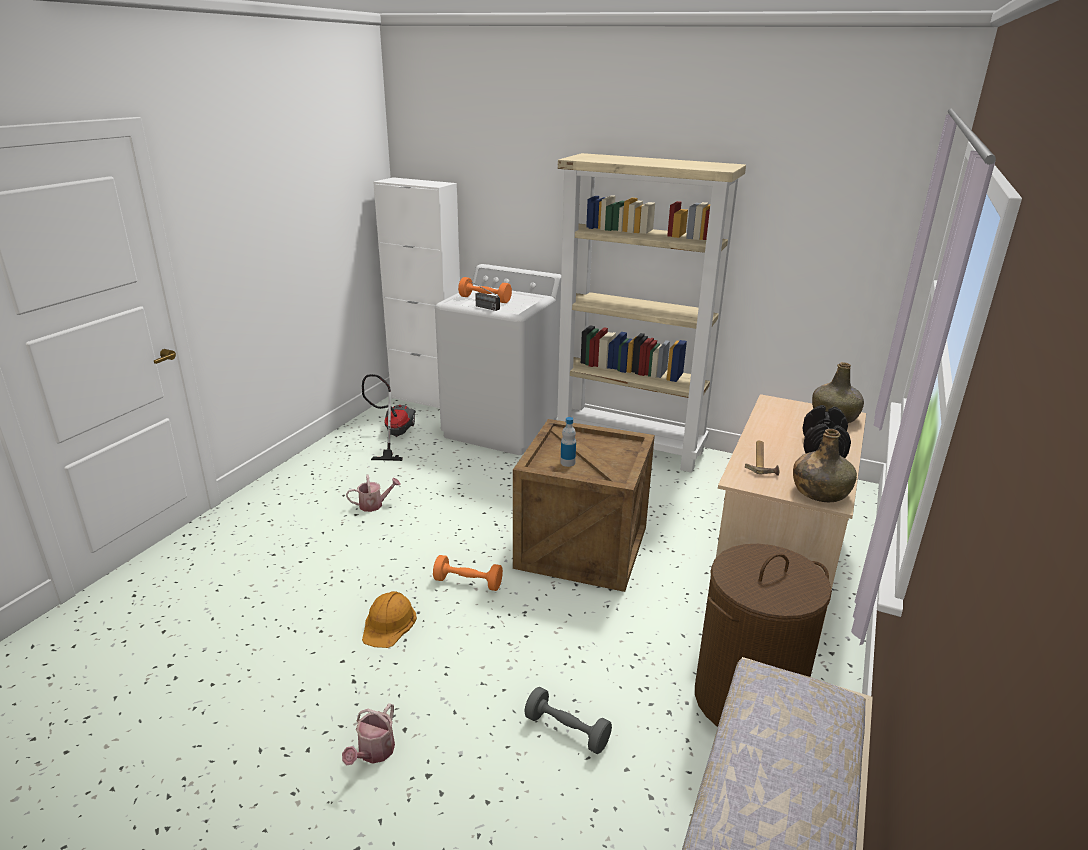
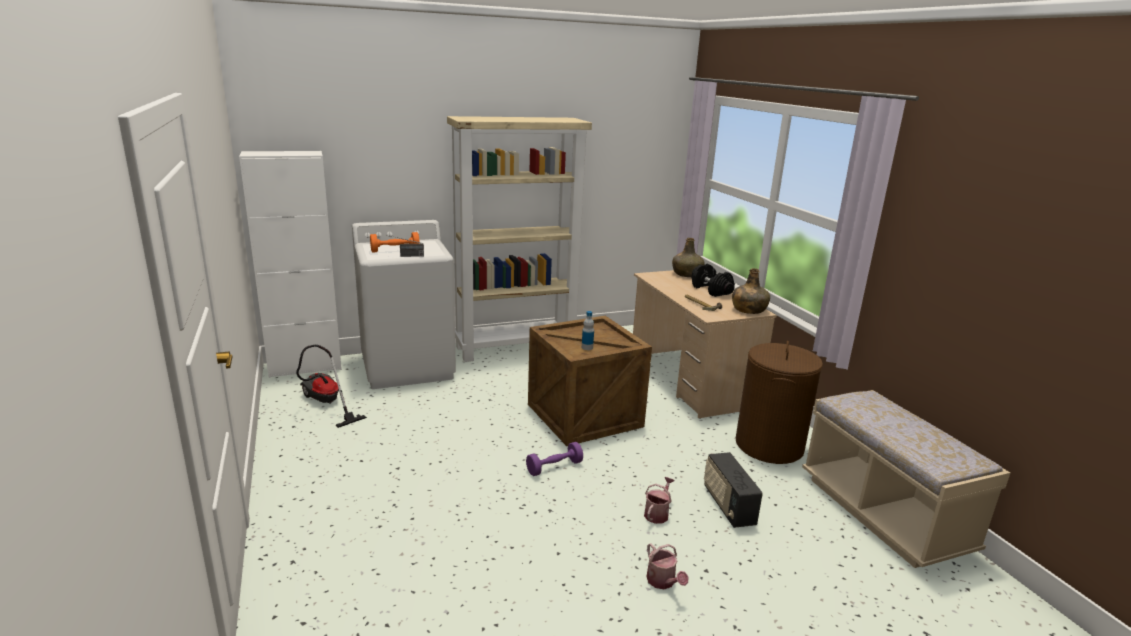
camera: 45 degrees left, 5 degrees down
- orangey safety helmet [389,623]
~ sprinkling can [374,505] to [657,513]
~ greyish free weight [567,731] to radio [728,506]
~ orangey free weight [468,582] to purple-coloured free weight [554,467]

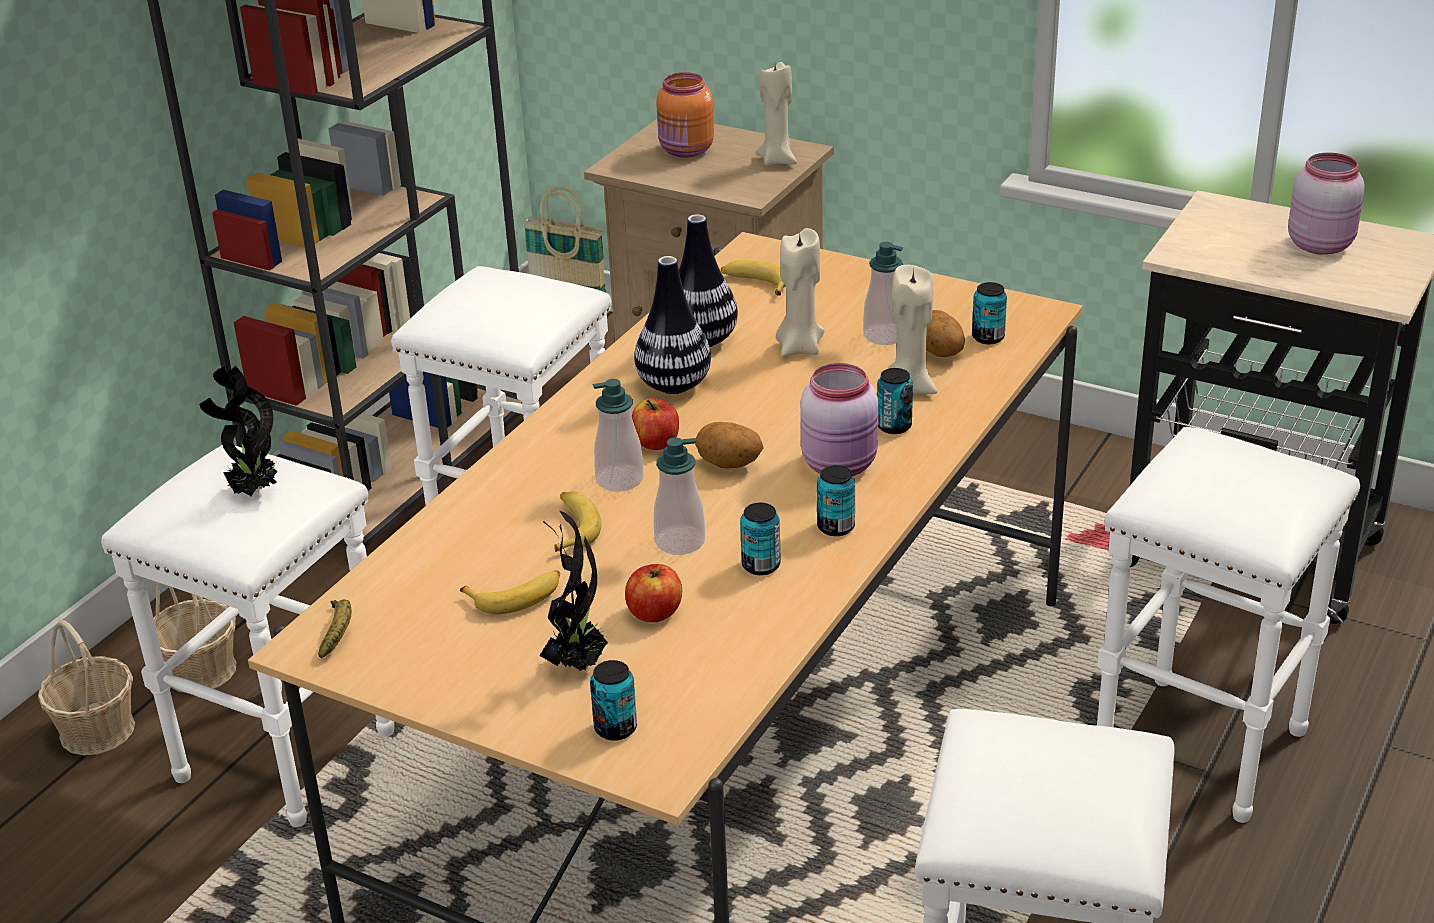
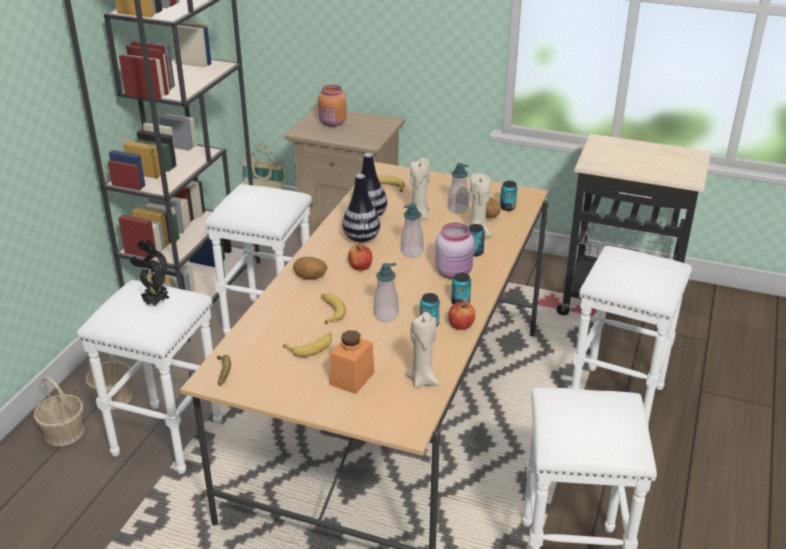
camera: 10 degrees left, 0 degrees up
- sealed can [615,728]
- pinkish storage jar [1320,244]
~ soap bottle [619,480] to [412,252]
~ apple [654,613] to [461,325]
~ potato [729,465] to [310,278]
~ sand-coloured wax candle [777,160] to [422,380]
~ houseplant [579,663] to orangey storage jar [352,378]

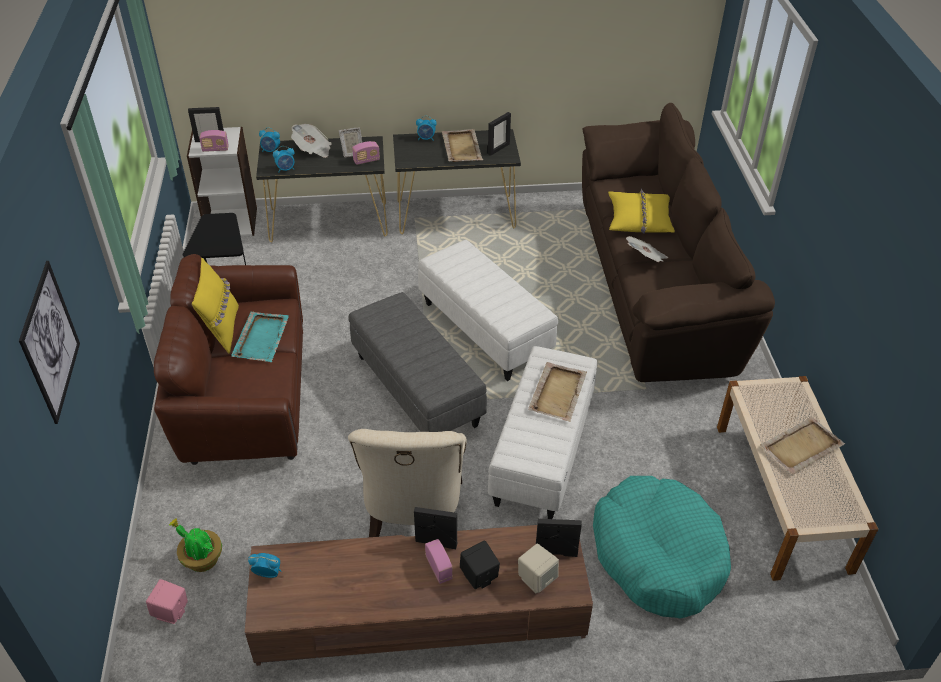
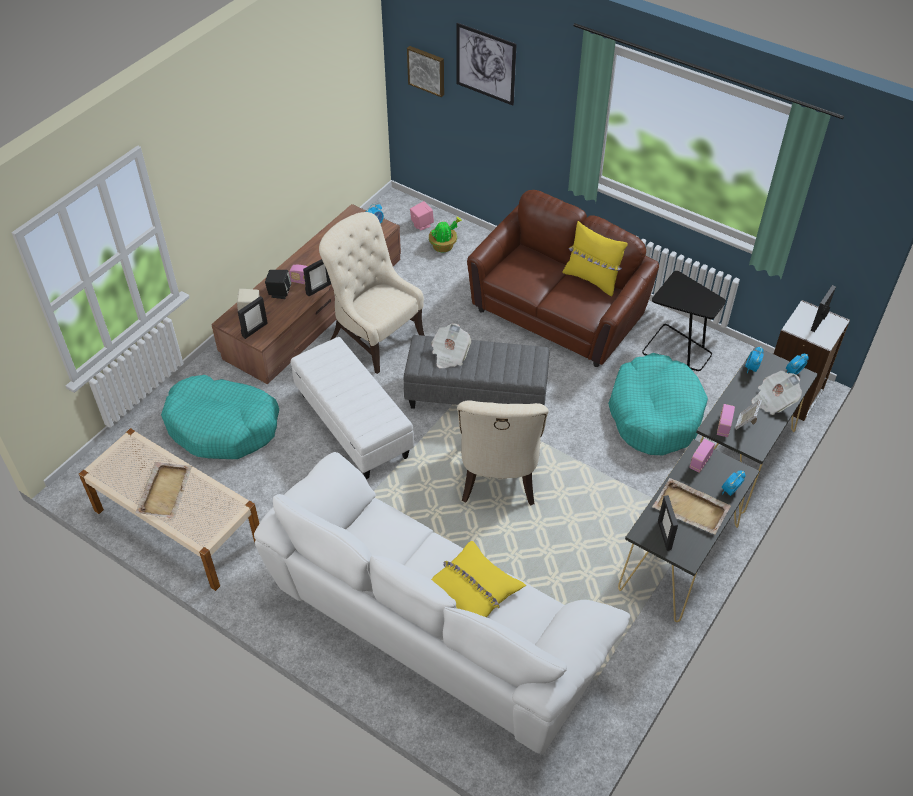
camera: 130 degrees right, 5 degrees up
- turquoise serving tray [261,338]
- sand-coloured serving tray [558,392]
+ picture [427,70]
+ turquoise dog bed [654,414]
~ radio [215,149] to [700,461]
~ printed paper [646,259] to [450,354]
~ white footrest [485,331] to sand-coloured easy chair [499,474]
~ brown settee [653,288] to white settee [436,632]

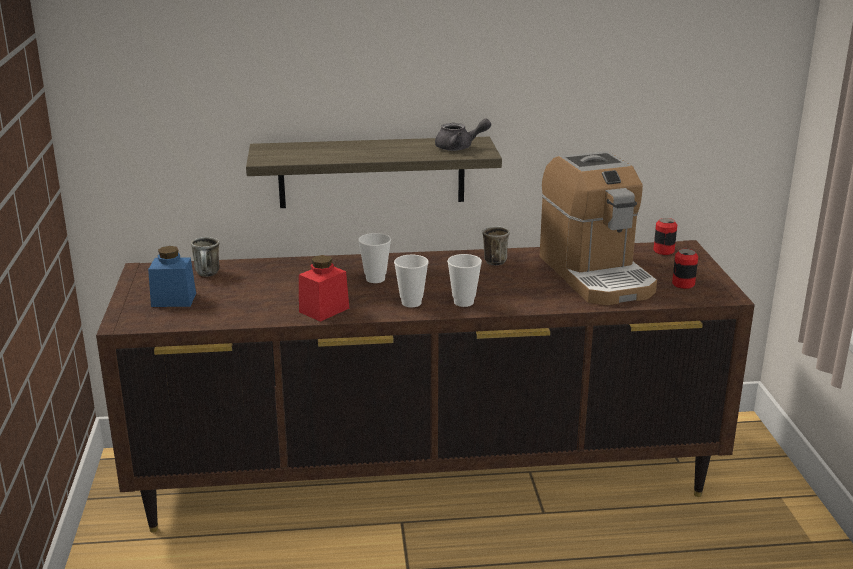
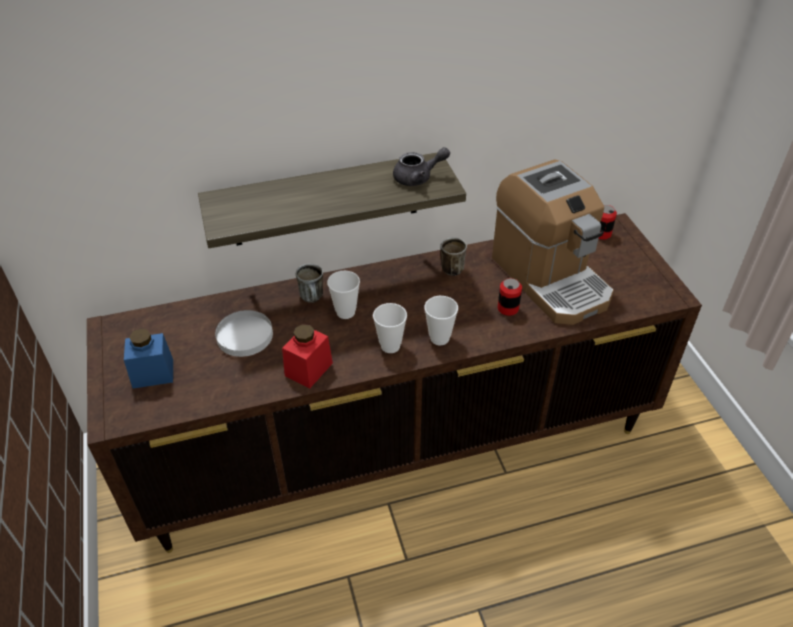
camera: 10 degrees left, 20 degrees up
+ white flat dish [245,336]
~ tea mug [208,274] to [313,299]
~ sealed can [683,284] to [508,308]

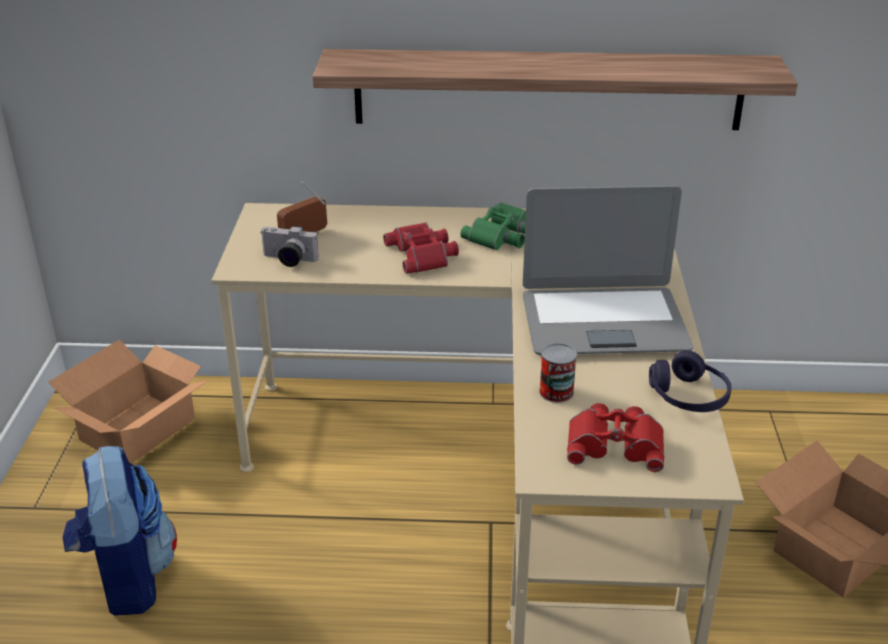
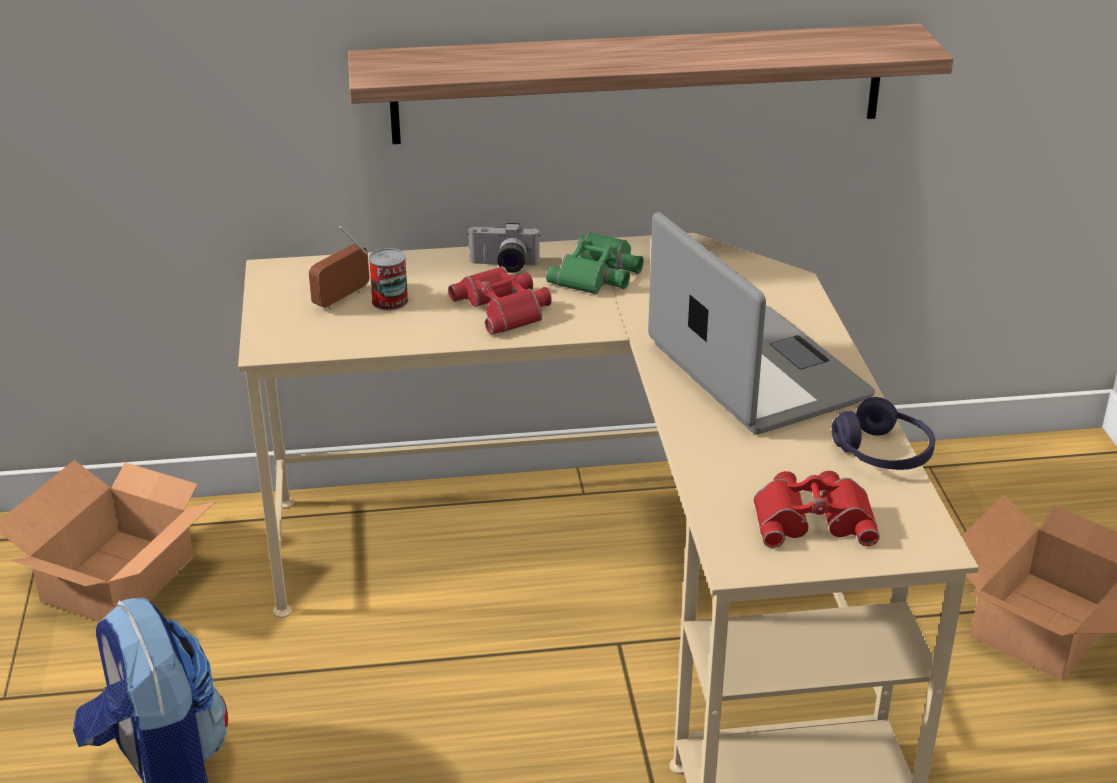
camera: 10 degrees left, 0 degrees up
~ photo camera [288,260] to [503,266]
~ sealed can [556,392] to [390,301]
~ laptop [603,322] = [755,373] 105 degrees counterclockwise

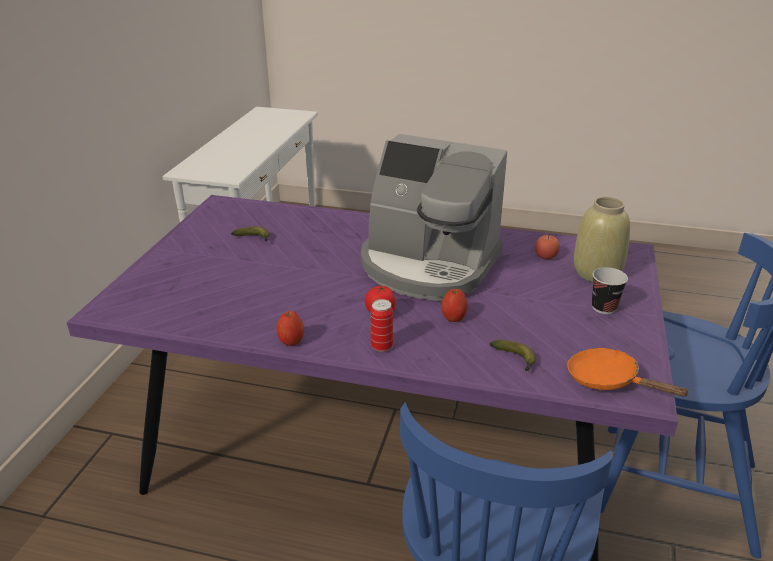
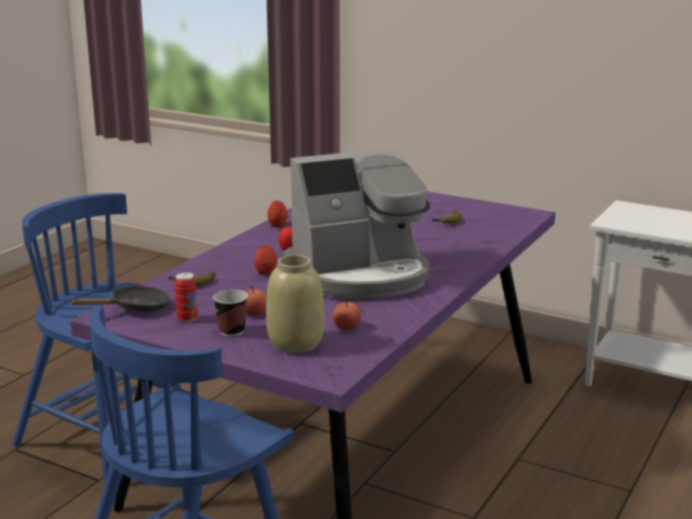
camera: 105 degrees right, 10 degrees down
+ apple [254,313]
~ sealed can [381,346] to [187,319]
~ orangey pan [608,381] to black pan [135,308]
~ coffee maker [428,265] = [360,275] 150 degrees counterclockwise

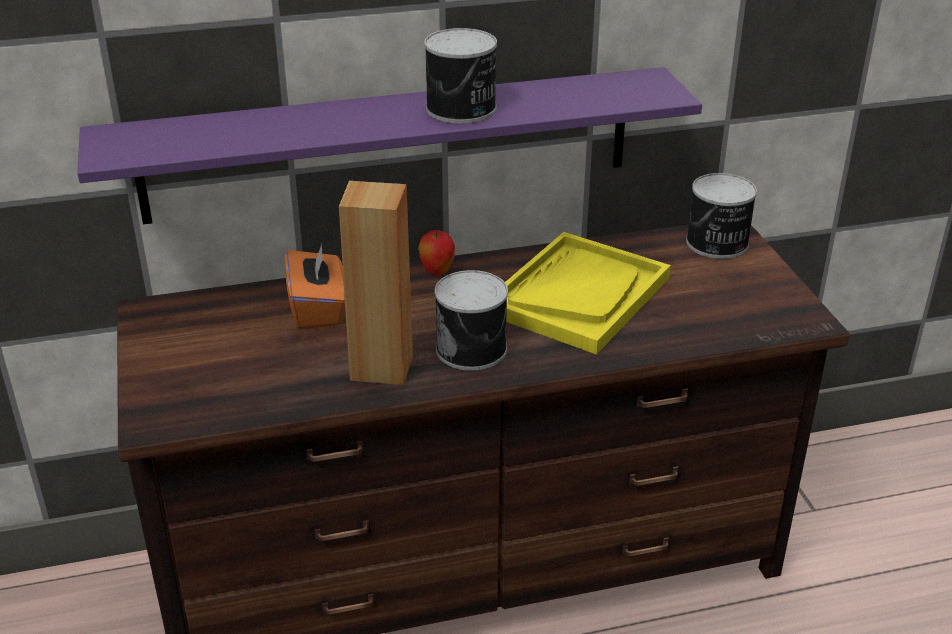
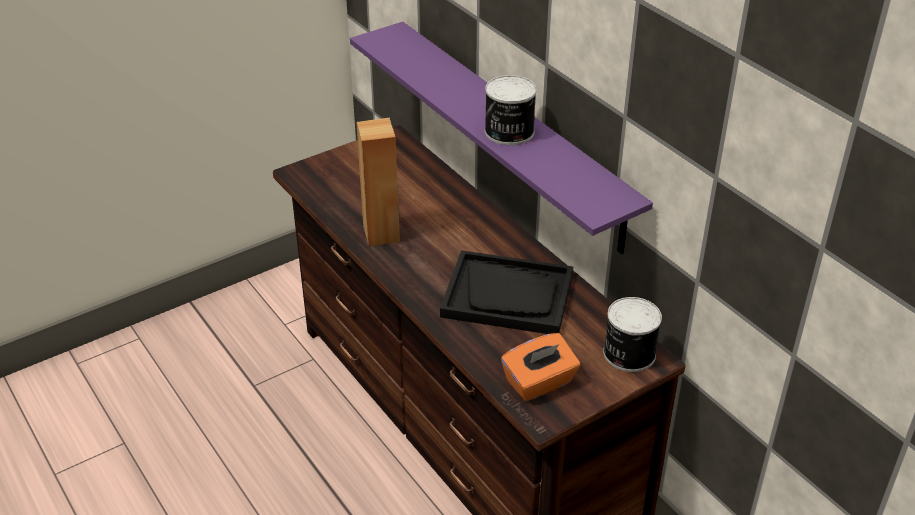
camera: 70 degrees right, 5 degrees up
- apple [437,272]
- sealed can [473,349]
~ orangey tissue holder [318,309] to [539,383]
~ yellow serving tray [578,295] to black serving tray [508,295]

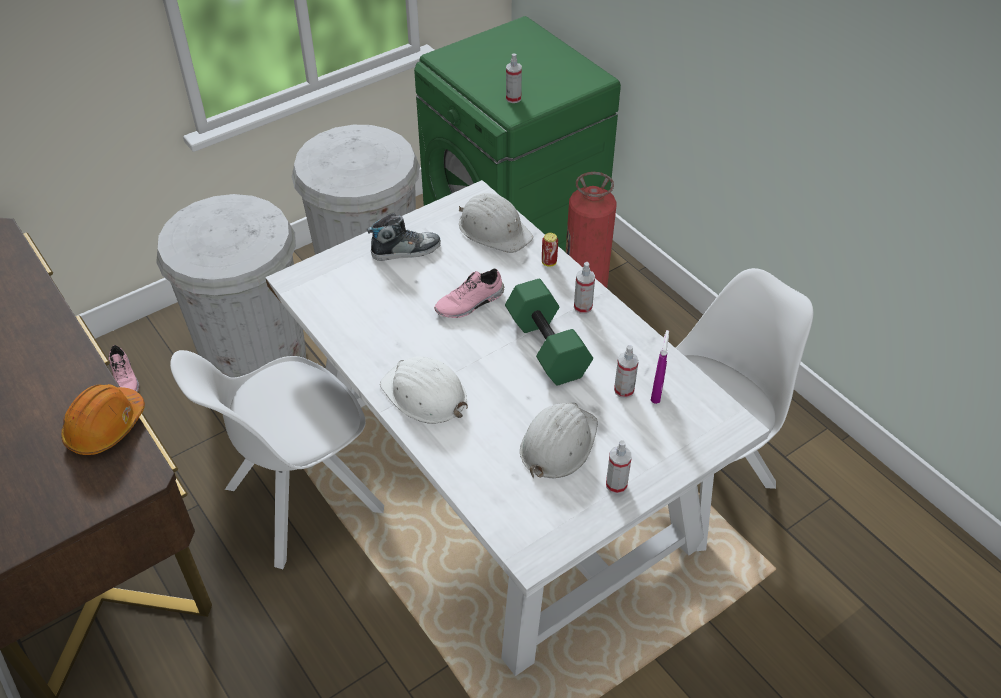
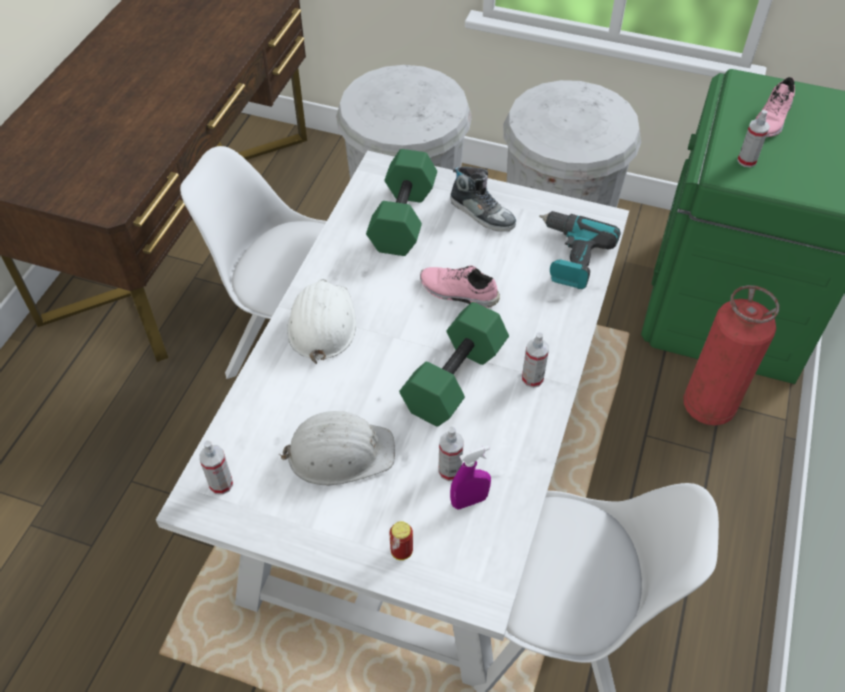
camera: 55 degrees right, 5 degrees up
- orangey safety helmet [105,427]
+ greenish free weight [404,219]
~ pinkish item of footwear [126,380] to [772,120]
~ sealed can [549,262] to [401,551]
~ hand sprayer [616,485] to [221,484]
~ white safety helmet [494,230] to power drill [570,256]

